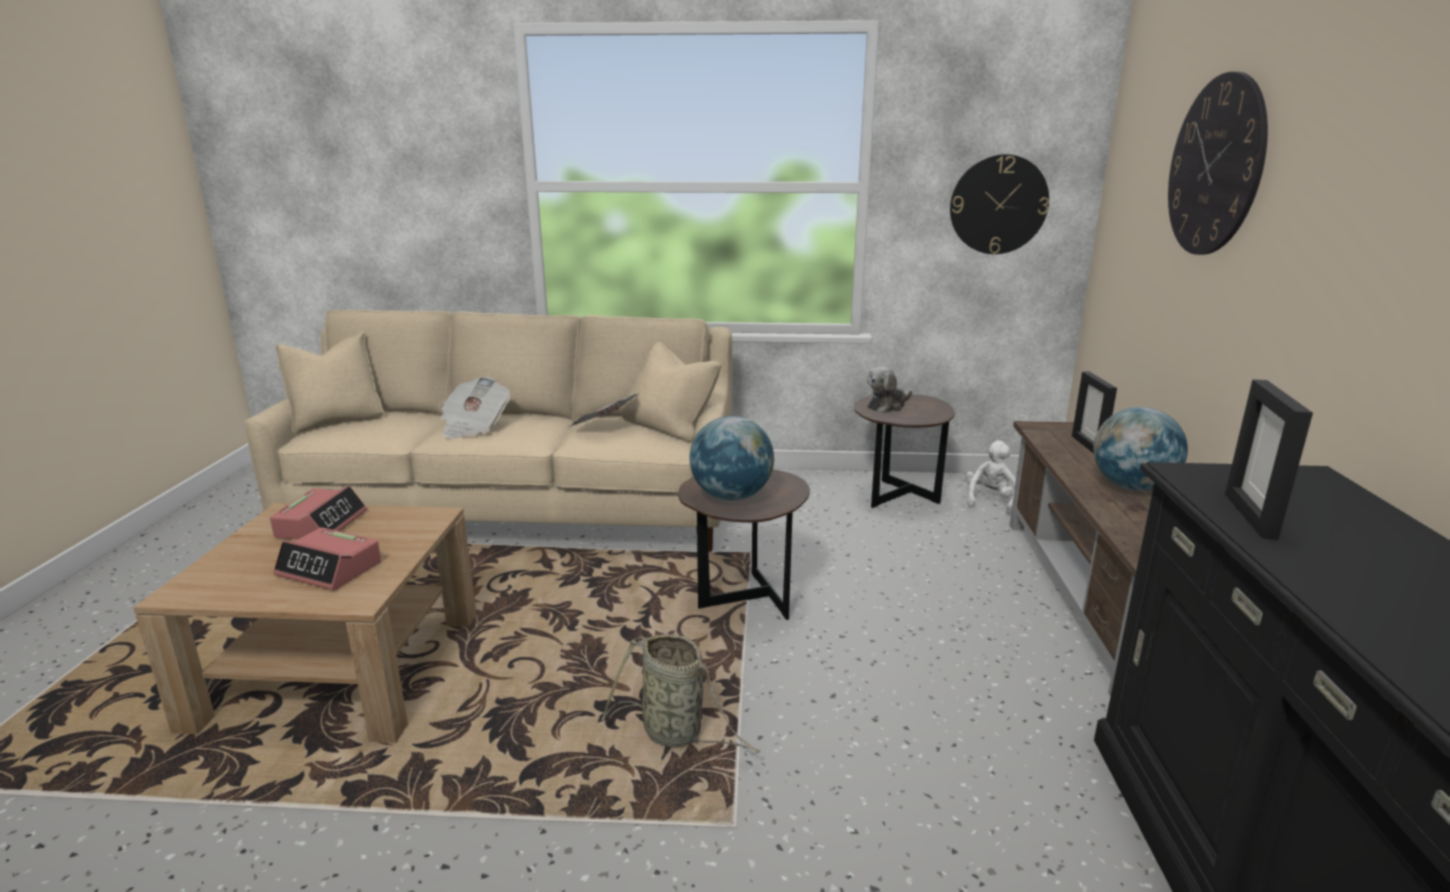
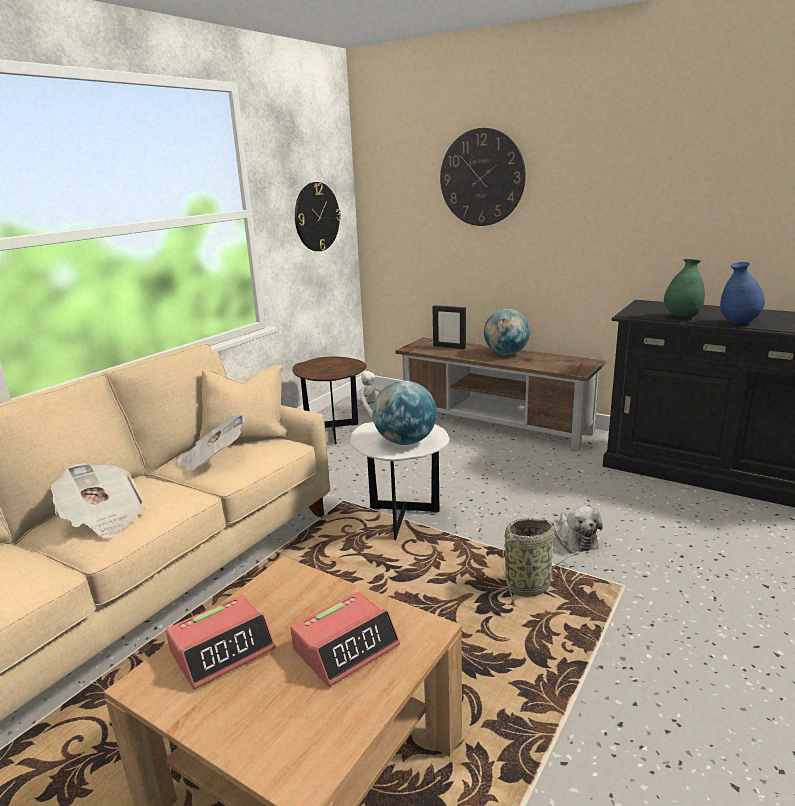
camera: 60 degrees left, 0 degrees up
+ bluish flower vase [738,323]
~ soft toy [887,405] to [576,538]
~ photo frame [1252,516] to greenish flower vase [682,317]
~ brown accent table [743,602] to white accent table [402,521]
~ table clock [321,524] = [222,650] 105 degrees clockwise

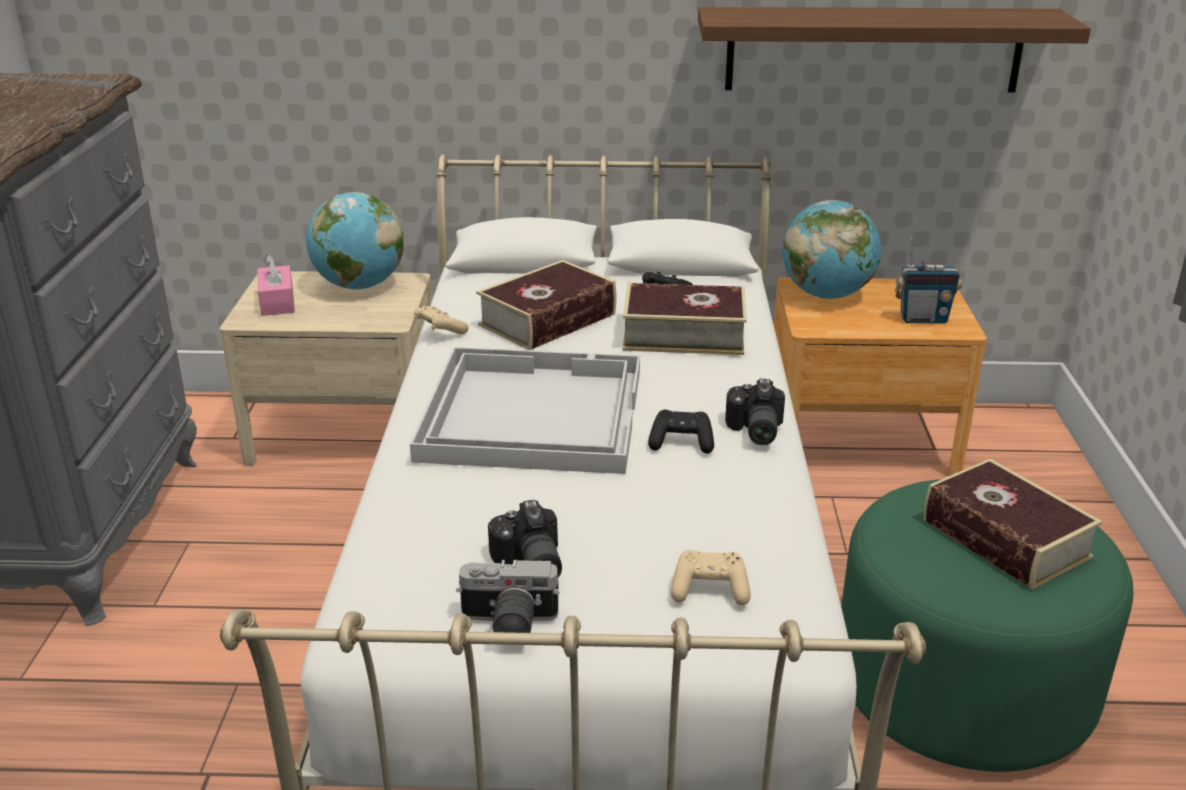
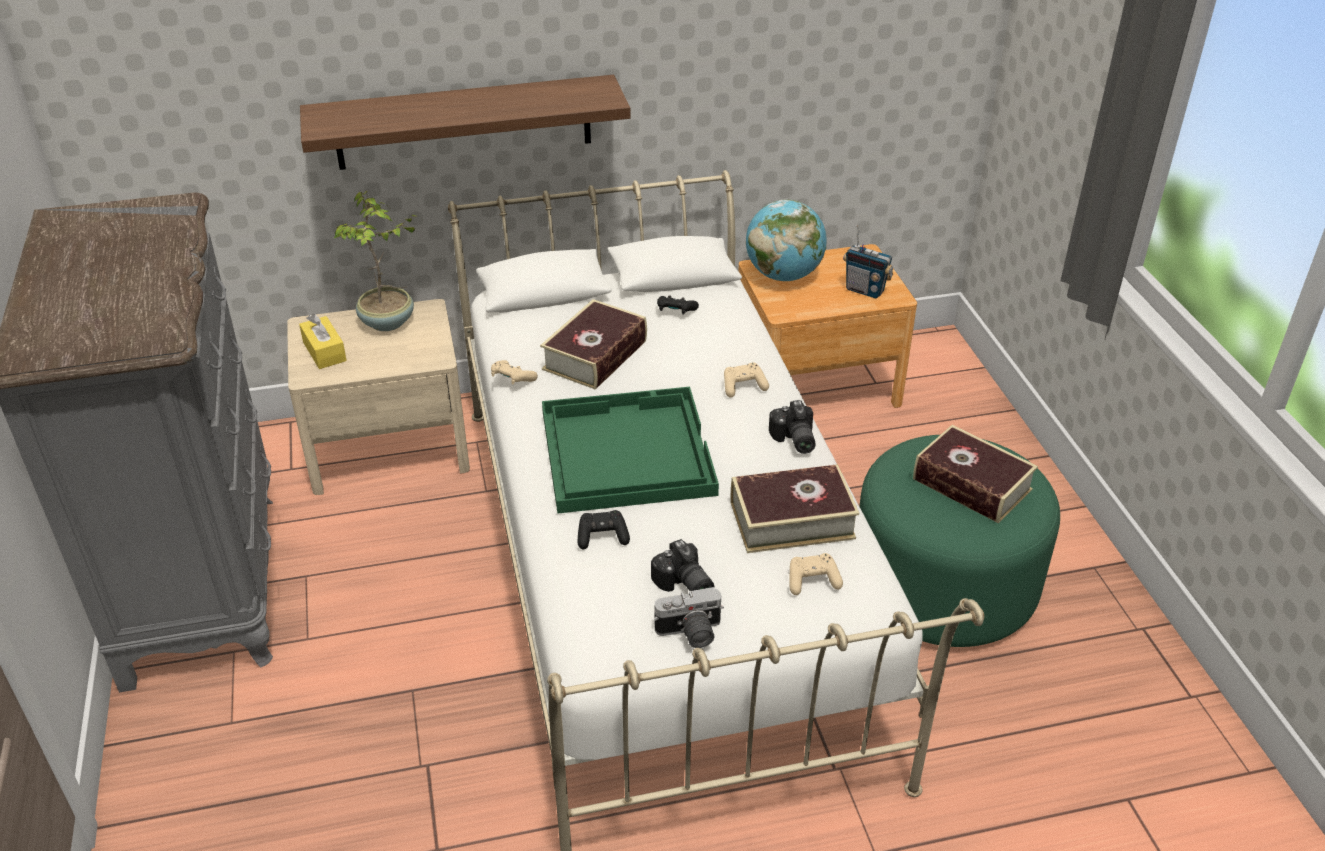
camera: 15 degrees left, 10 degrees up
+ sand-coloured gamepad [743,387]
~ volume [683,334] to [792,520]
~ black gamepad [681,443] to [602,537]
~ shelf [873,49] to [463,122]
~ world globe [359,286] to houseplant [388,323]
~ pinkish tissue holder [277,302] to yellow tissue holder [324,351]
~ white serving tray [531,413] to greenish serving tray [625,451]
~ radio [923,319] = [865,290] 45 degrees clockwise

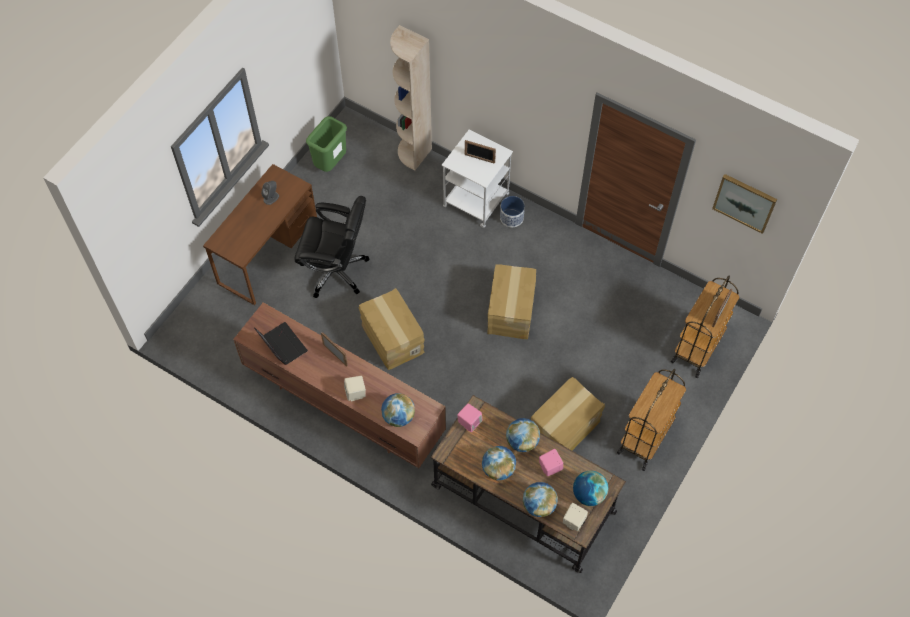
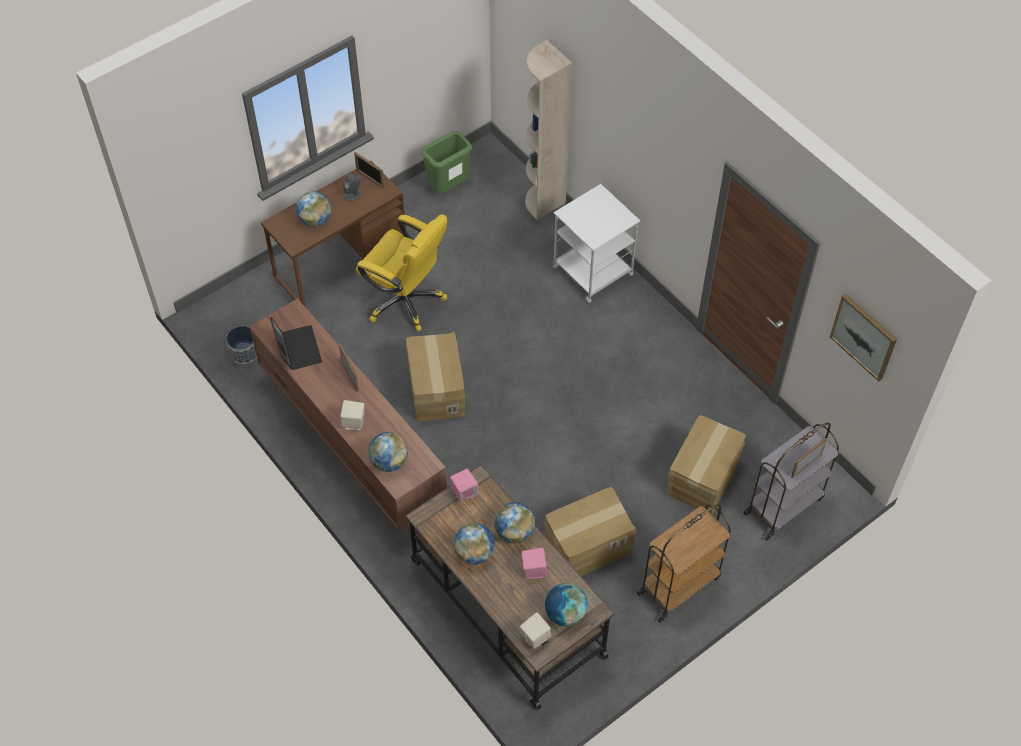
camera: 20 degrees right, 5 degrees down
~ photo frame [479,158] to [370,179]
~ cardboard box [511,311] to [703,478]
~ flower pot [511,218] to [244,353]
~ world globe [538,505] to [315,220]
~ black computer chair [335,270] to yellow computer chair [405,300]
~ brown wheeled cart [698,345] to greyish wheeled cart [784,505]

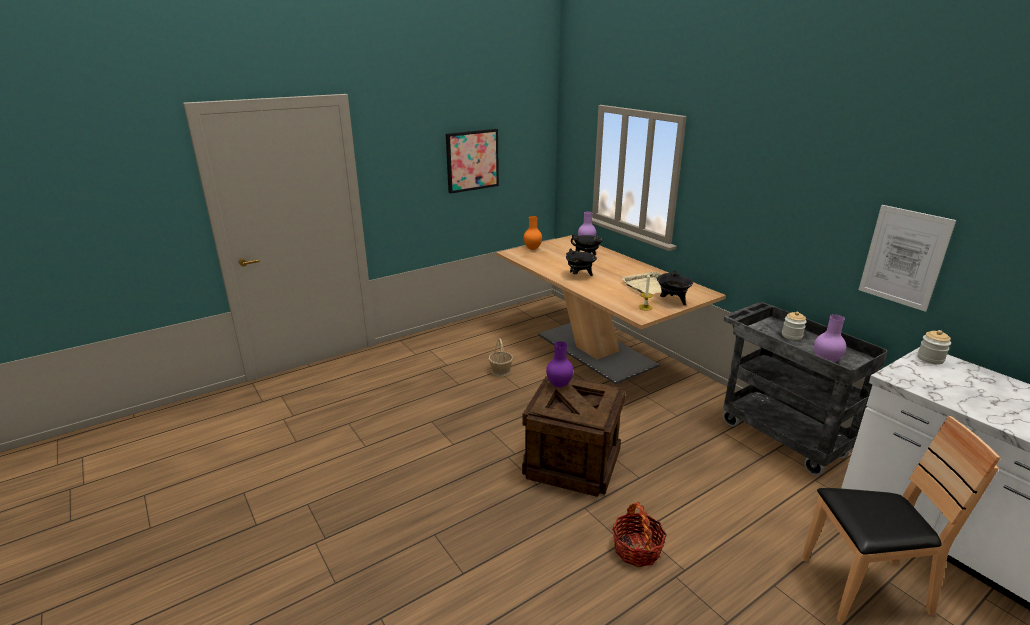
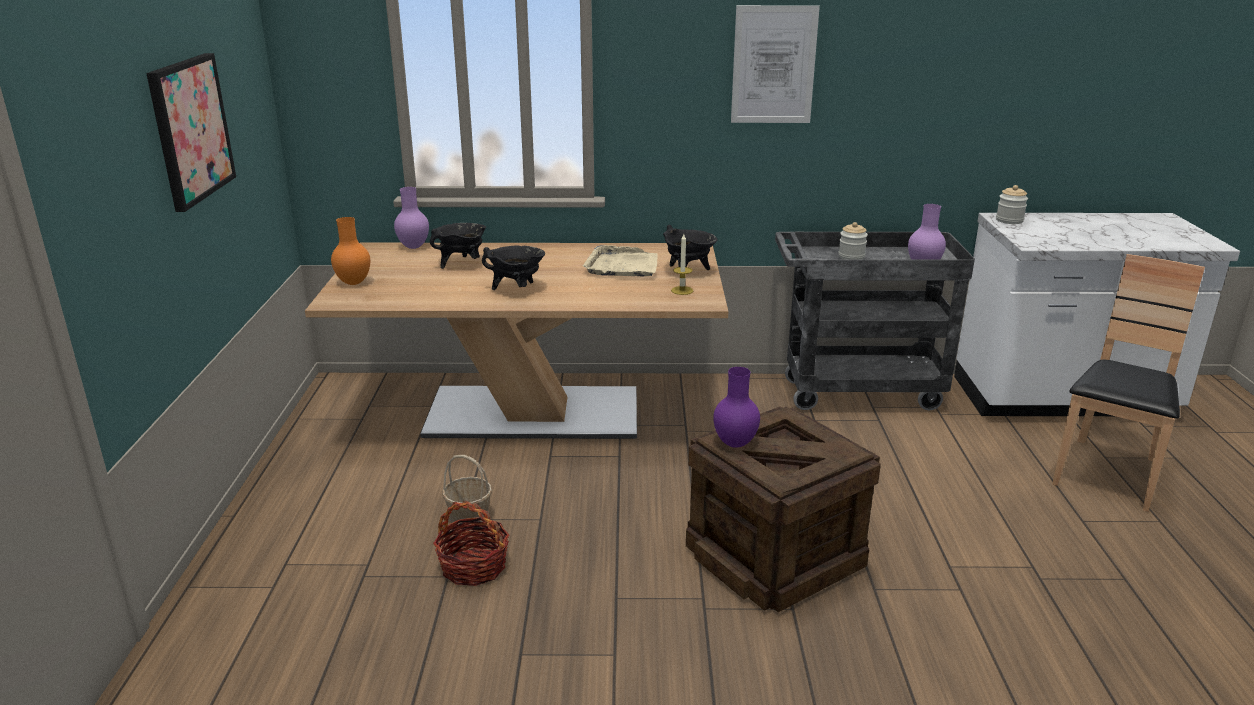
camera: 55 degrees left, 0 degrees up
~ basket [636,549] to [473,567]
~ picture [904,257] to [773,65]

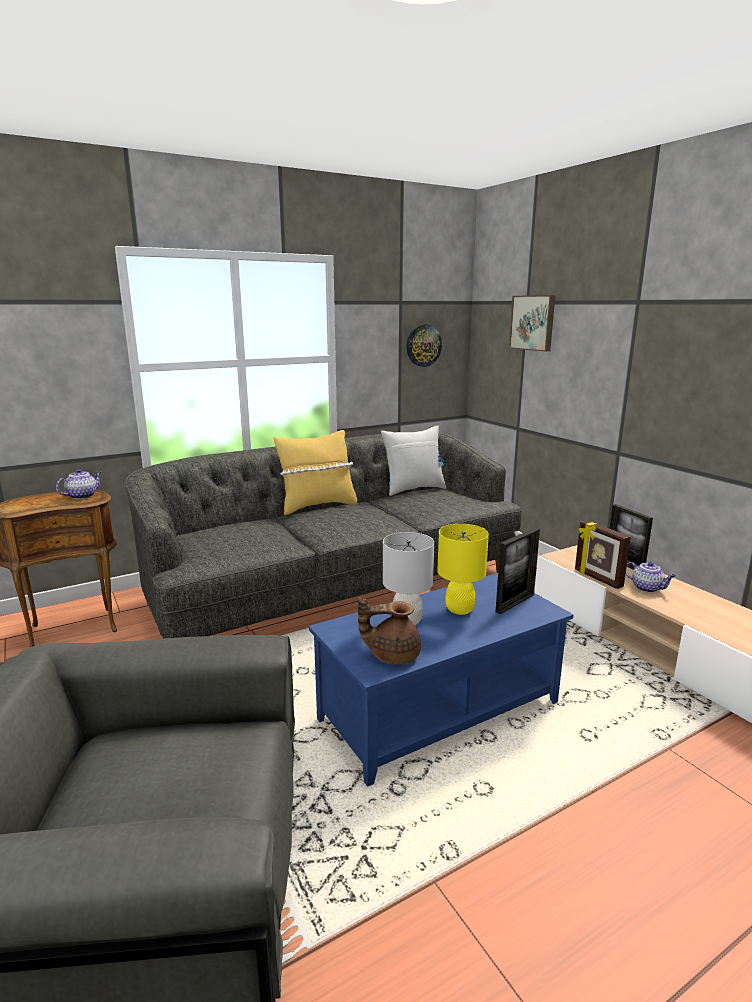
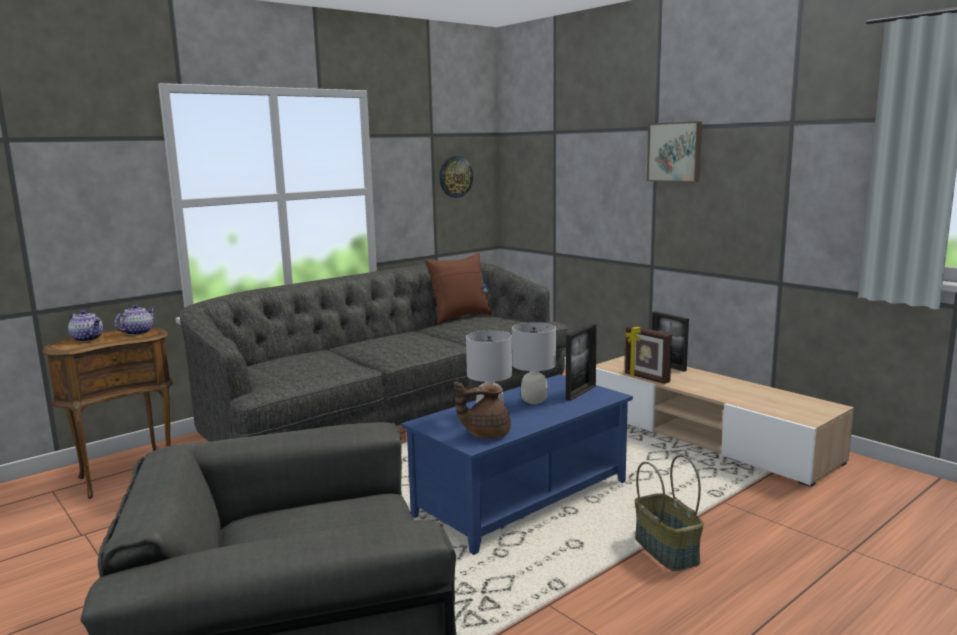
camera: 10 degrees left, 5 degrees down
- yellow cushion [317,506]
+ basket [667,550]
~ picture [533,322] to [675,152]
~ teapot [647,588] to [88,339]
~ greyish cushion [413,490] to brown cushion [460,318]
~ yellow lamp for a table [459,611] to greyish lamp for a table [533,402]

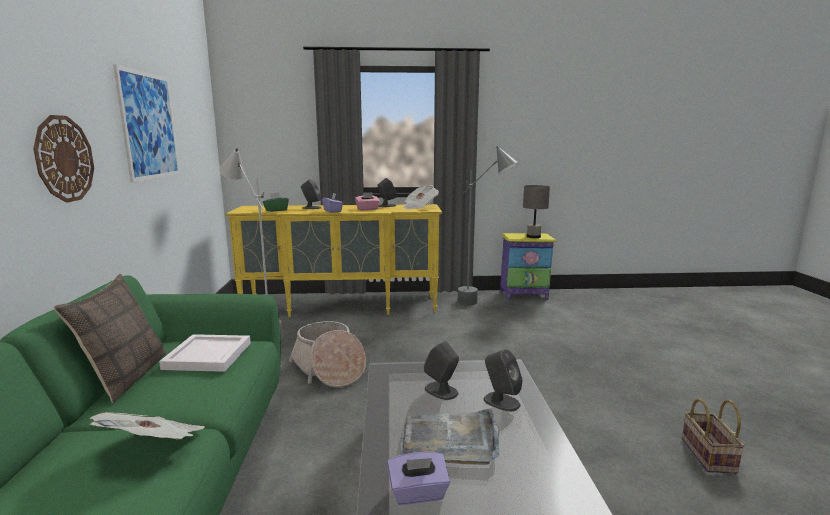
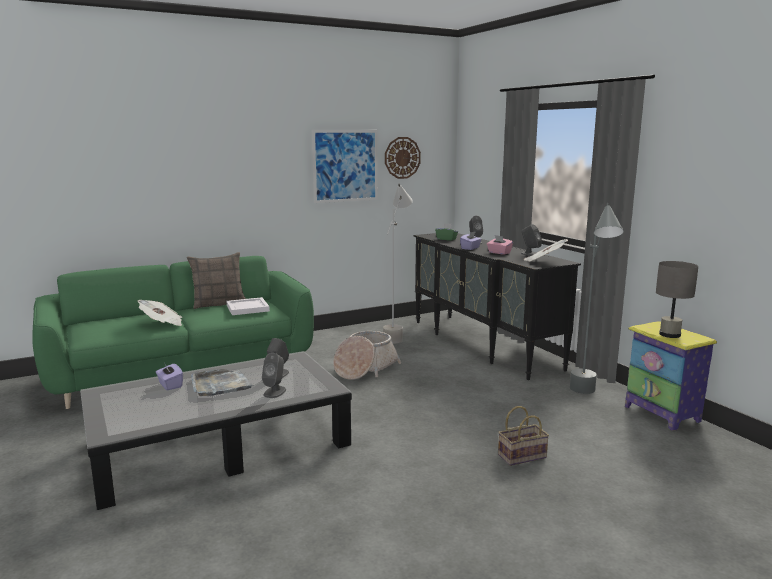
camera: 65 degrees right, 0 degrees up
~ clock on the wall [64,159] to [402,157]
~ basket [706,454] to [522,456]
~ yellow storage cabinet [341,306] to black storage cabinet [482,344]

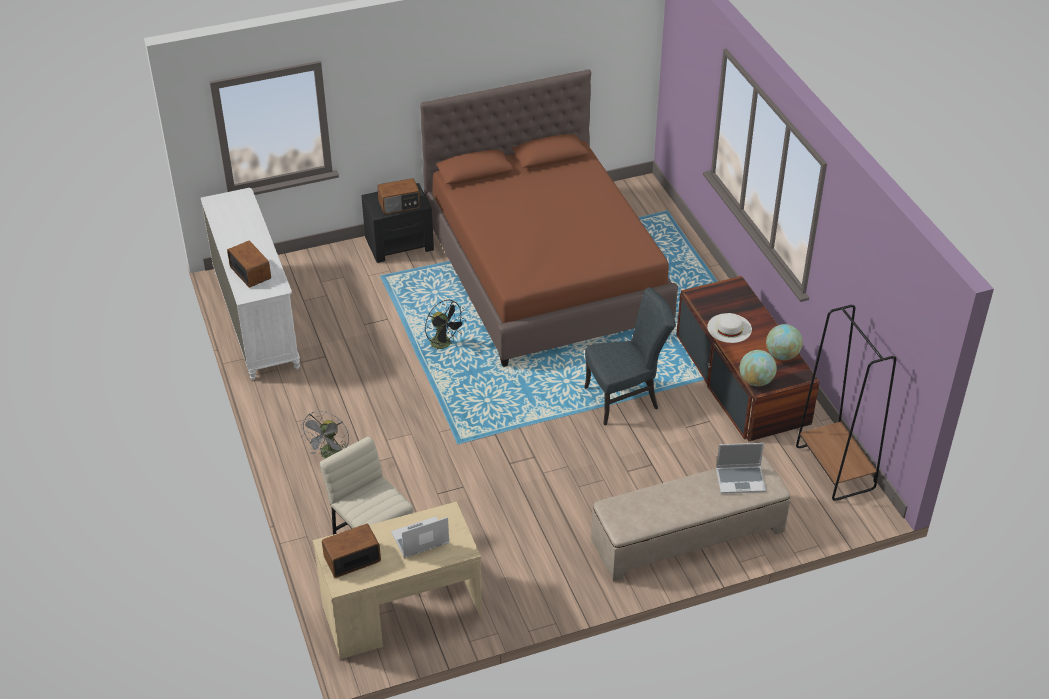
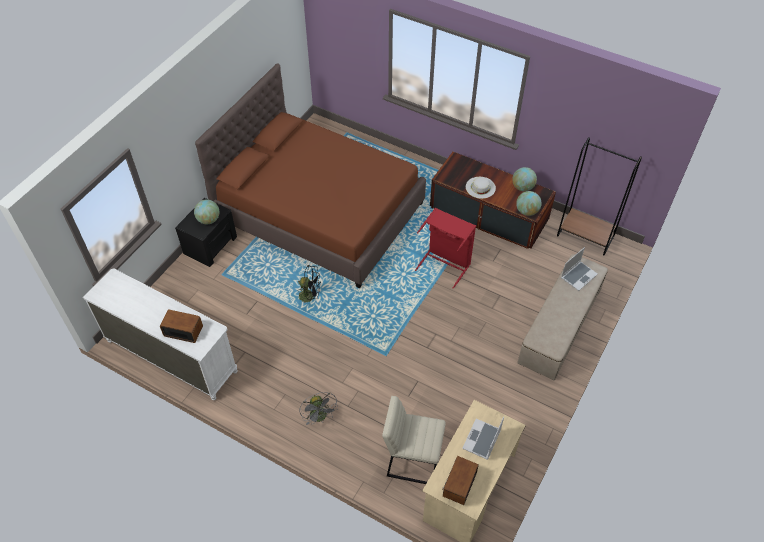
camera: 40 degrees left, 10 degrees up
~ radio [400,205] to world globe [208,220]
~ greyish chair [626,398] to red hamper [445,263]

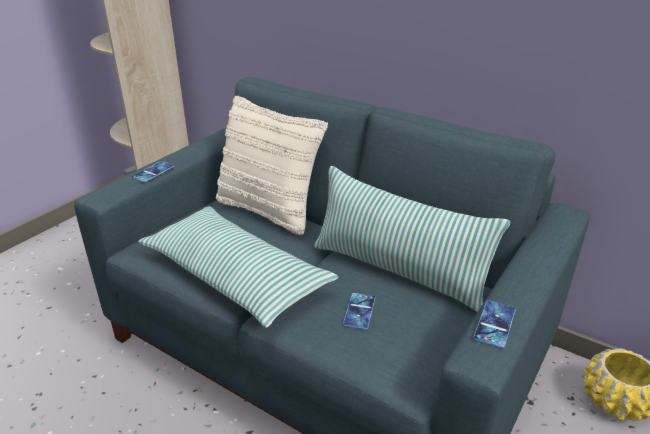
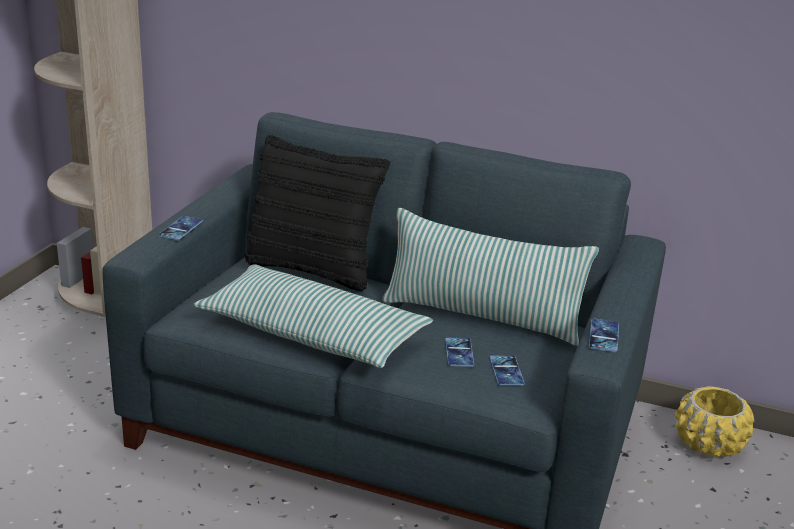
camera: 15 degrees left, 5 degrees down
+ phone [506,371]
~ sand-coloured cushion [270,212] to black cushion [314,270]

